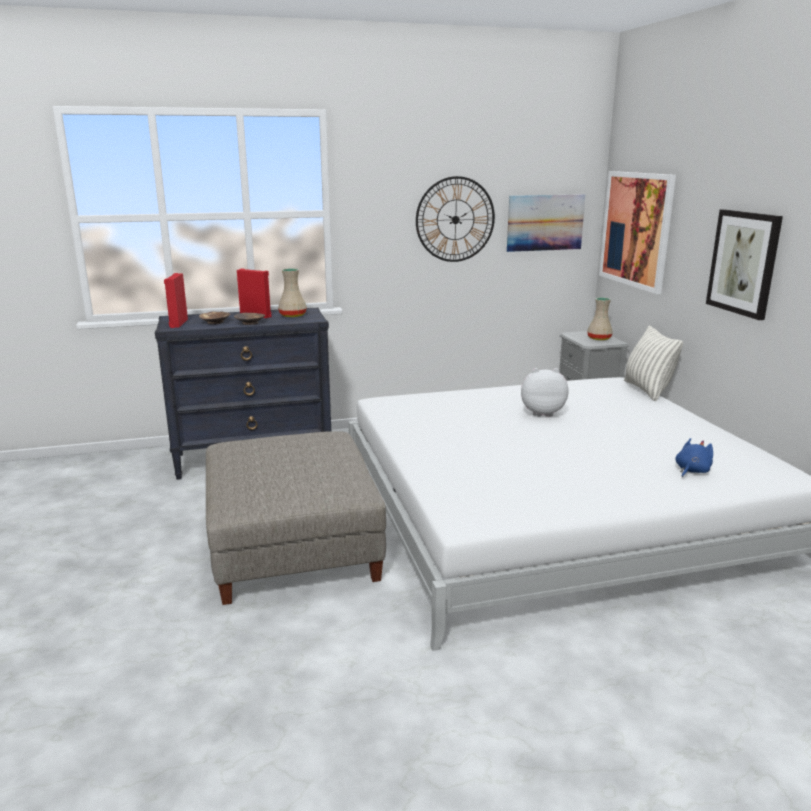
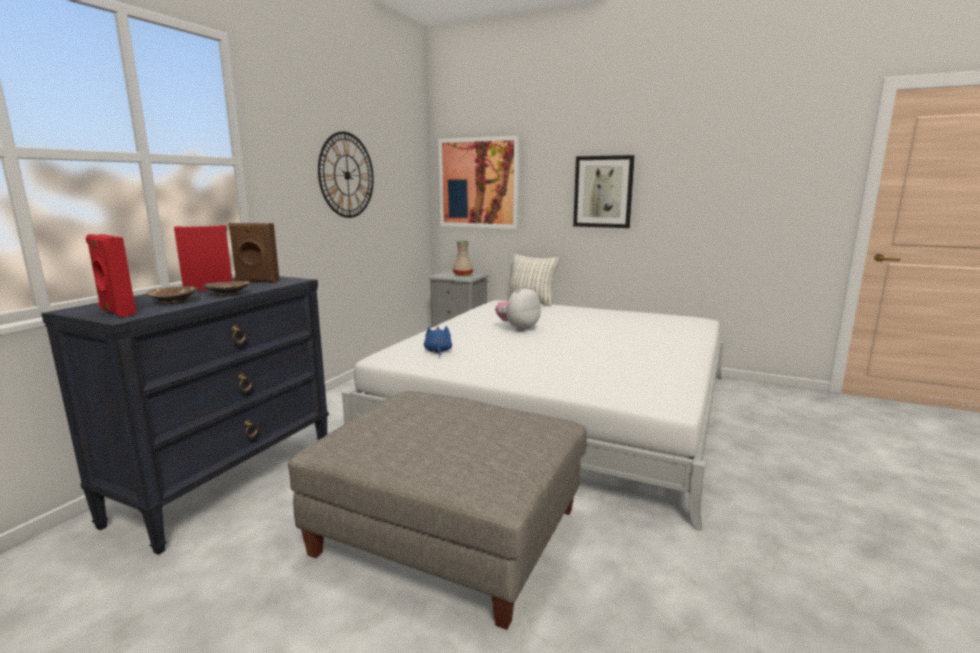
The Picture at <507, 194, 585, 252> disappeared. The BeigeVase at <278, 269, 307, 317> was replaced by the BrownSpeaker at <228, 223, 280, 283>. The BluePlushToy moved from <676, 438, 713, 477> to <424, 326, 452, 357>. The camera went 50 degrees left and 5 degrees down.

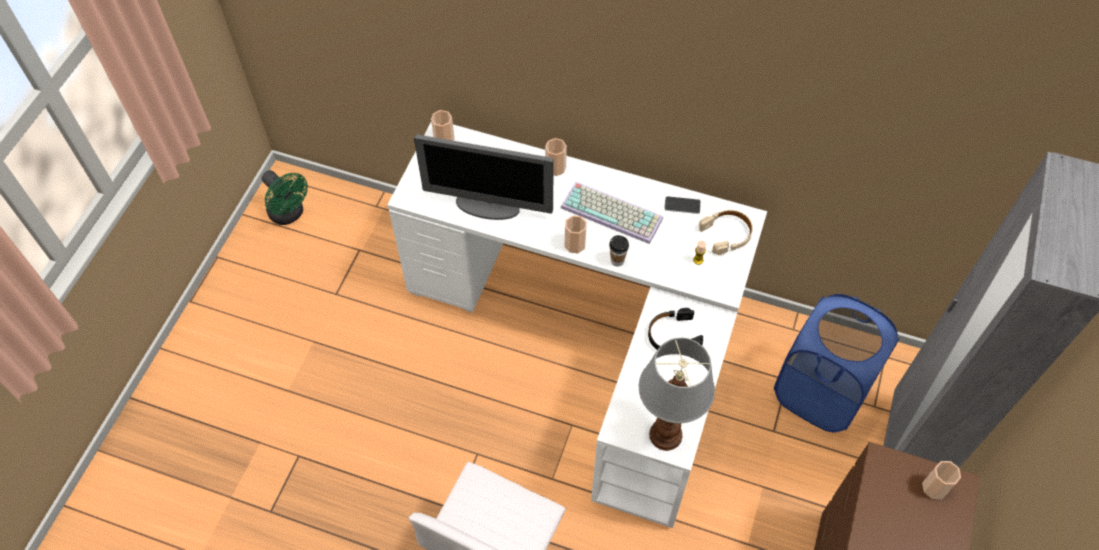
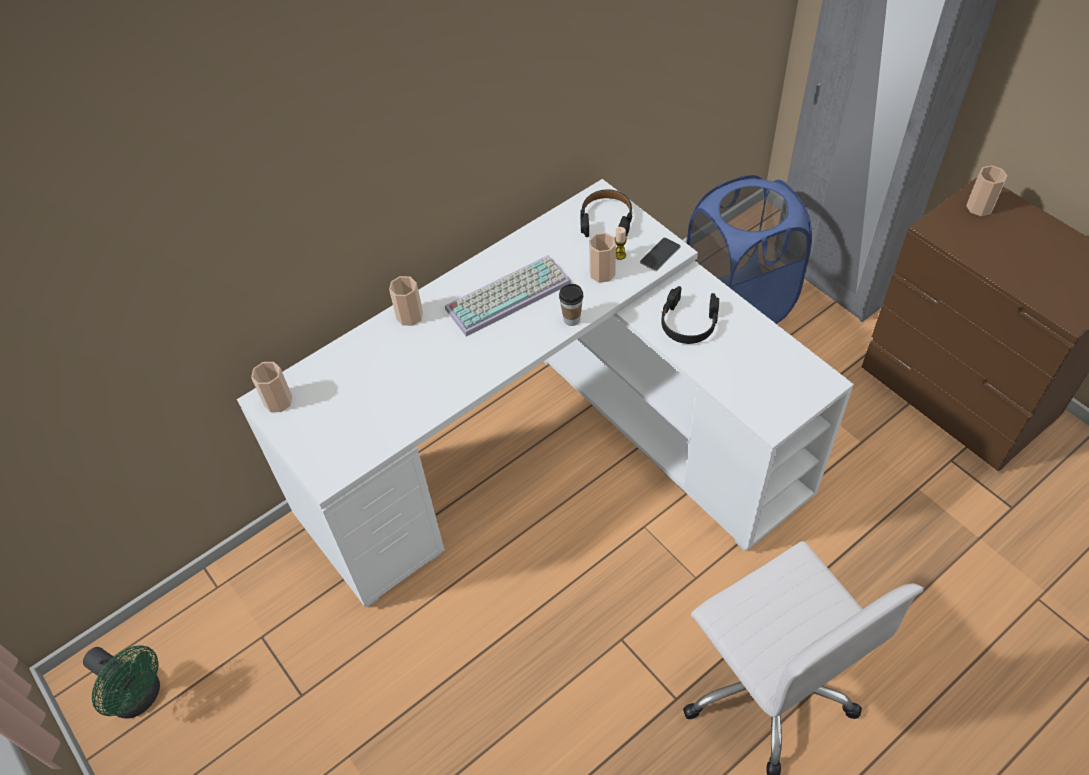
The Monitor at <414, 134, 554, 220> disappeared. The GreenFan at <262, 170, 308, 225> turned 45 degrees clockwise. The Phone moved from <664, 196, 701, 214> to <640, 238, 681, 271>. The BeigeHeadphones at <699, 210, 753, 255> became the BlackHeadphones at <580, 189, 633, 237>. The Cup moved from <564, 215, 587, 253> to <589, 233, 616, 283>. The TableLamp at <639, 338, 715, 451> disappeared. The camera went 55 degrees left and 5 degrees down.

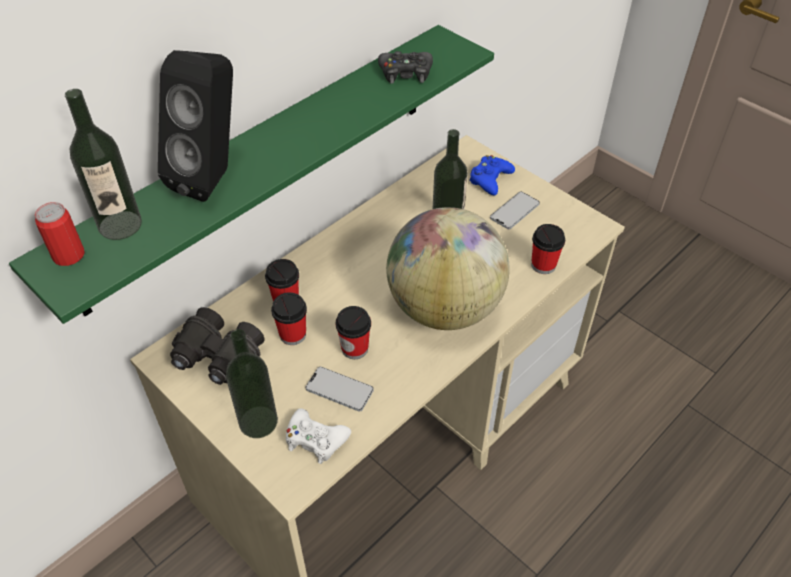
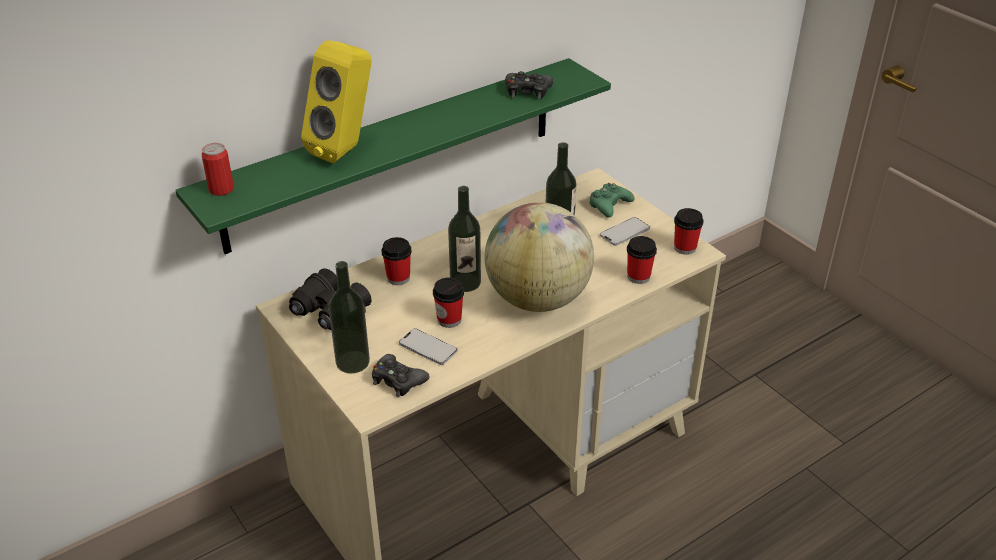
The BlackSpeaker at <158, 50, 233, 202> became the YellowSpeaker at <301, 40, 372, 163>. The Bottle moved from <65, 89, 142, 240> to <448, 186, 481, 292>. The BlueGameController at <469, 155, 515, 195> became the GreenGameController at <589, 183, 635, 218>. The Cup moved from <271, 292, 307, 345> to <674, 208, 703, 255>. The WhiteGameController at <286, 408, 351, 464> became the BlackGameController at <372, 354, 430, 397>. The camera went 10 degrees right and 10 degrees down.

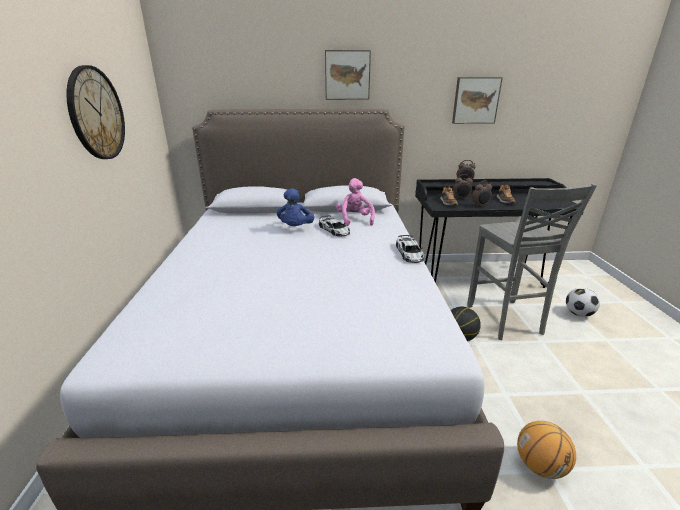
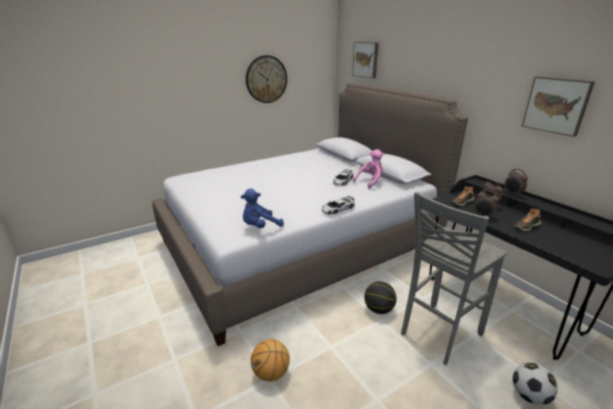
The Picture moved from <325, 50, 371, 100> to <352, 42, 379, 78>. The BluePlushToy moved from <277, 188, 314, 226> to <241, 189, 284, 228>. The camera went 60 degrees right and 0 degrees up.

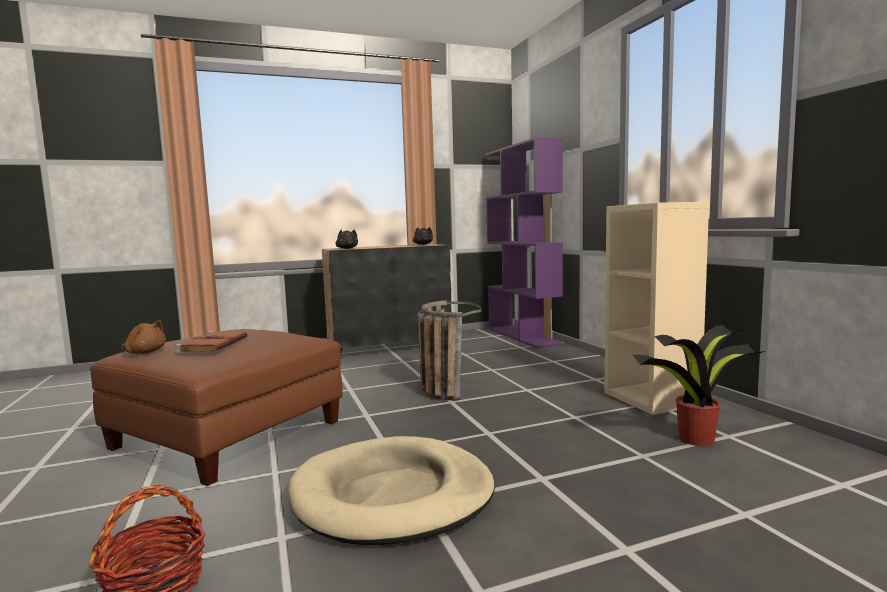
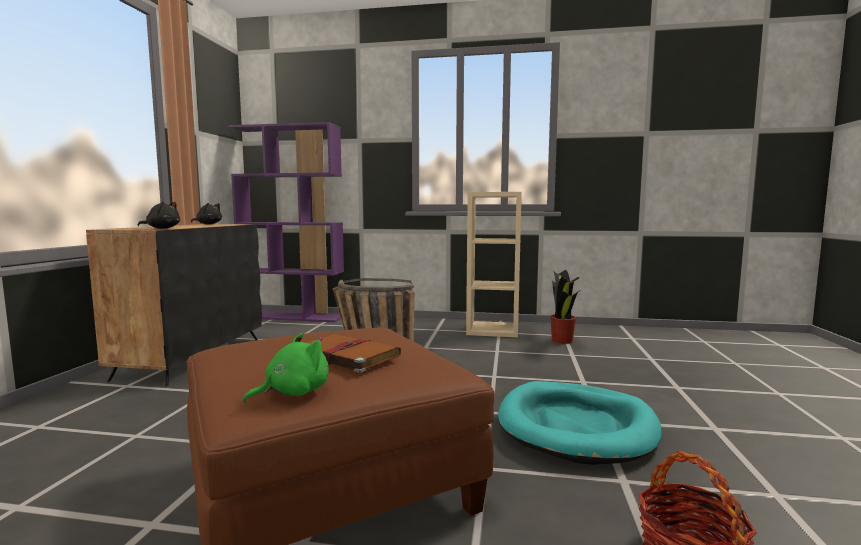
The BrownPlushToy at <121, 320, 166, 354> became the GreenPlushToy at <243, 333, 329, 403>. The BeigeDogBed at <288, 436, 495, 545> became the TurquoiseDogBed at <498, 381, 661, 465>. The camera went 60 degrees left and 0 degrees up.

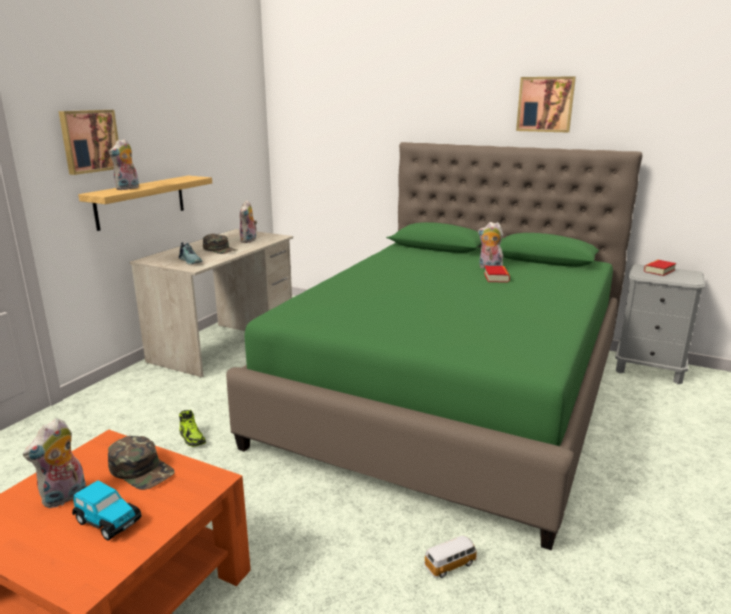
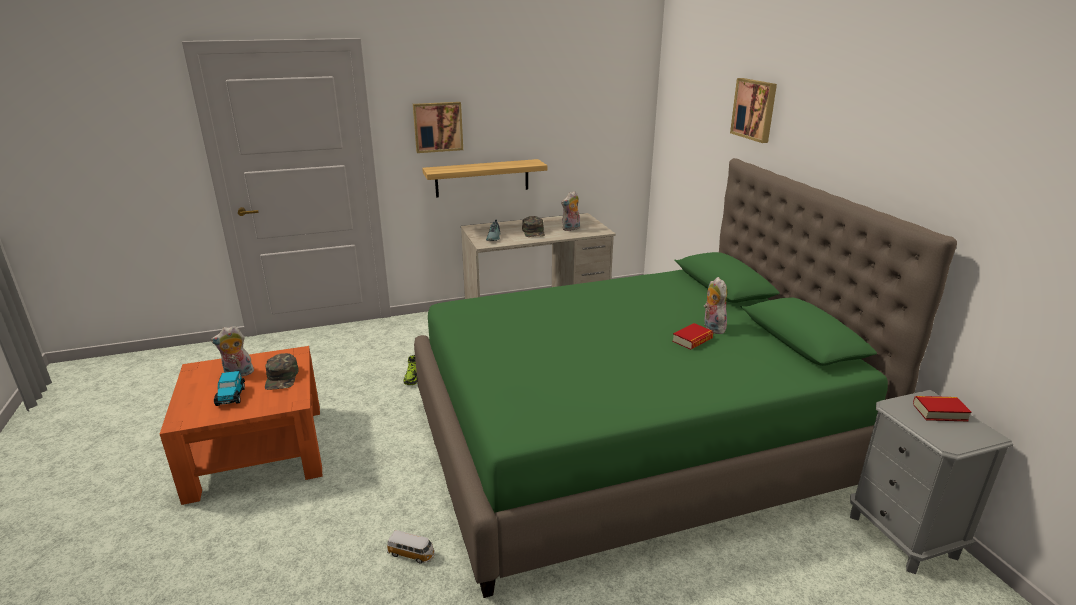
The Picture moved from <516, 76, 576, 132> to <730, 78, 777, 143>. The PlushToy at <109, 139, 139, 190> disappeared. The camera went 45 degrees right and 5 degrees up.

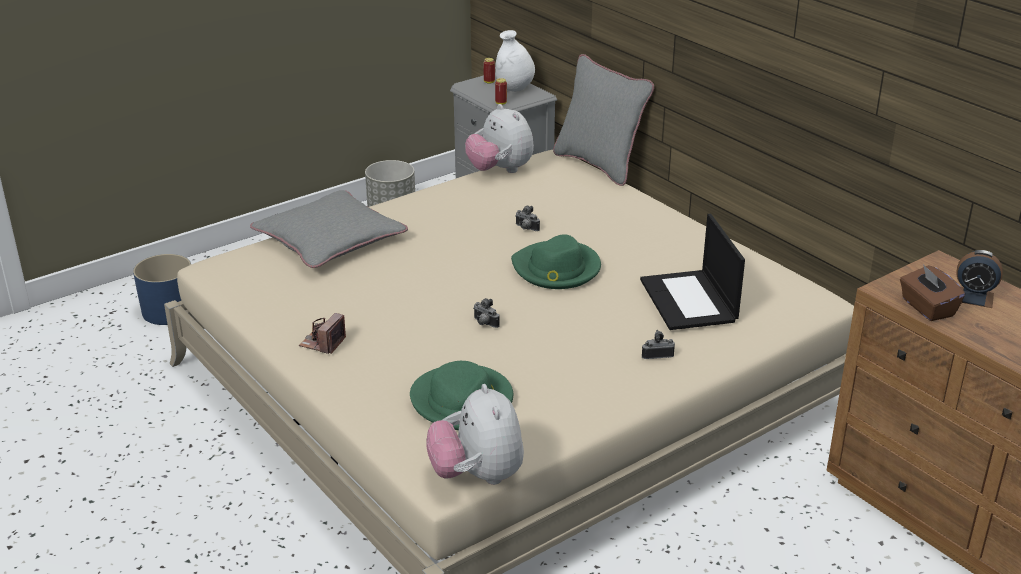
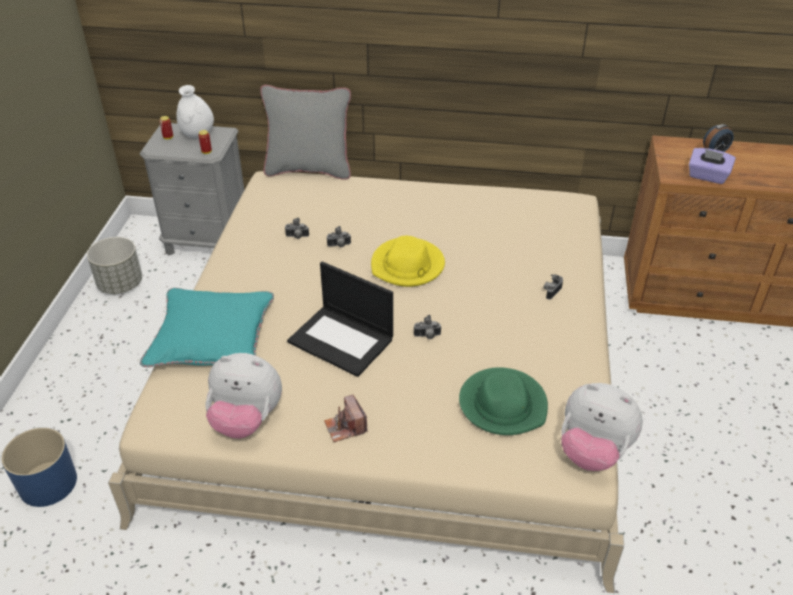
The PlushToy moved from <465, 104, 534, 173> to <205, 353, 282, 439>. The GreyPillow at <250, 190, 408, 268> became the TurquoisePillow at <140, 288, 274, 367>. The Laptop moved from <640, 214, 745, 330> to <287, 262, 393, 377>. The GreenHat at <511, 234, 601, 289> became the YellowHat at <371, 236, 445, 287>. The BrownTissueBox at <900, 264, 965, 321> became the PurpleTissueBox at <689, 148, 736, 184>. The PhotoCamera at <285, 218, 309, 239> appeared. The camera went 45 degrees left and 10 degrees up.

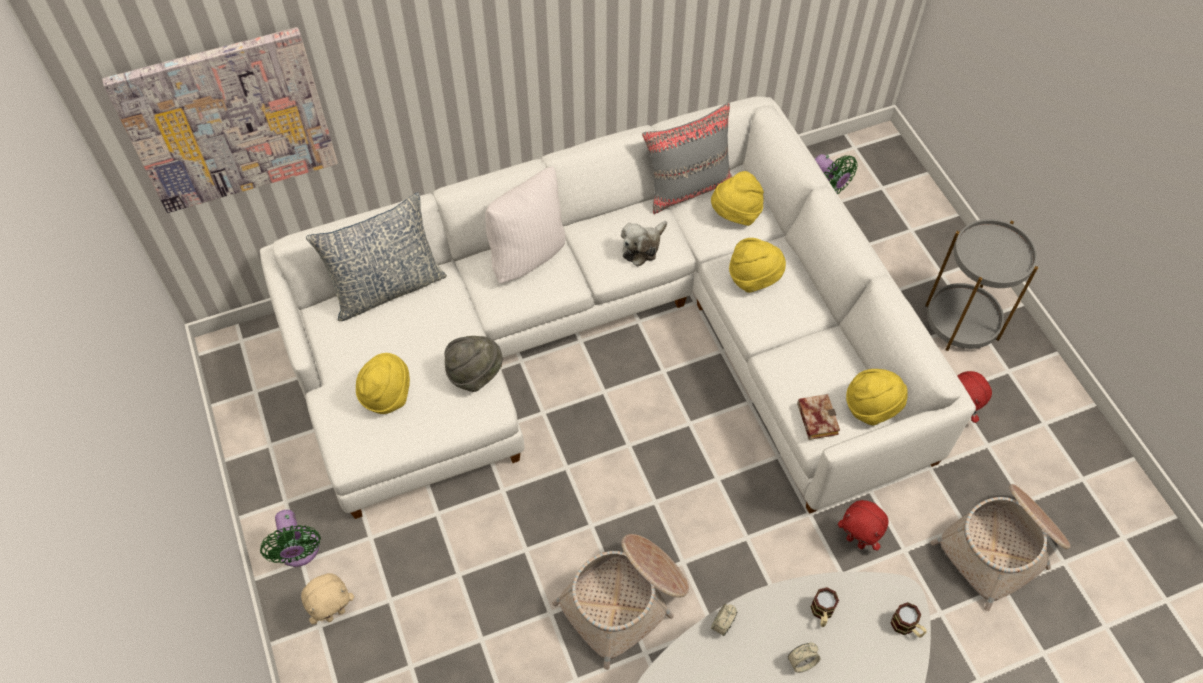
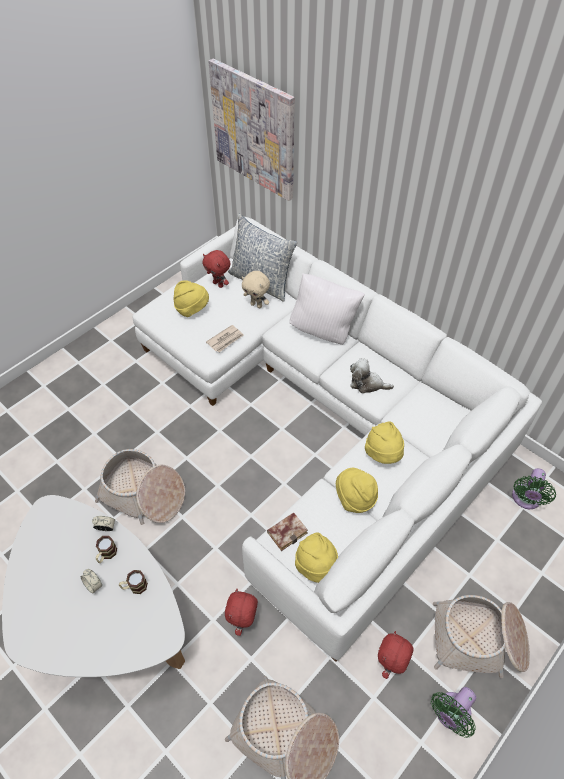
The GreyPillow at <642, 103, 732, 214> disappeared. The YellowHat moved from <711, 171, 764, 226> to <336, 468, 378, 513>. The GreySideTable at <925, 219, 1038, 351> was replaced by the Basket at <433, 595, 530, 678>. The GreyHat at <445, 336, 502, 392> was replaced by the Newspaper at <206, 325, 244, 352>. The GreenFan moved from <260, 510, 321, 567> to <431, 687, 476, 738>. The BeigePlushToy moved from <301, 573, 354, 624> to <242, 271, 270, 308>. The Mug moved from <891, 602, 926, 637> to <96, 536, 117, 563>. The RedPlushToy at <203, 250, 230, 288> appeared. The camera went 65 degrees right and 5 degrees down.

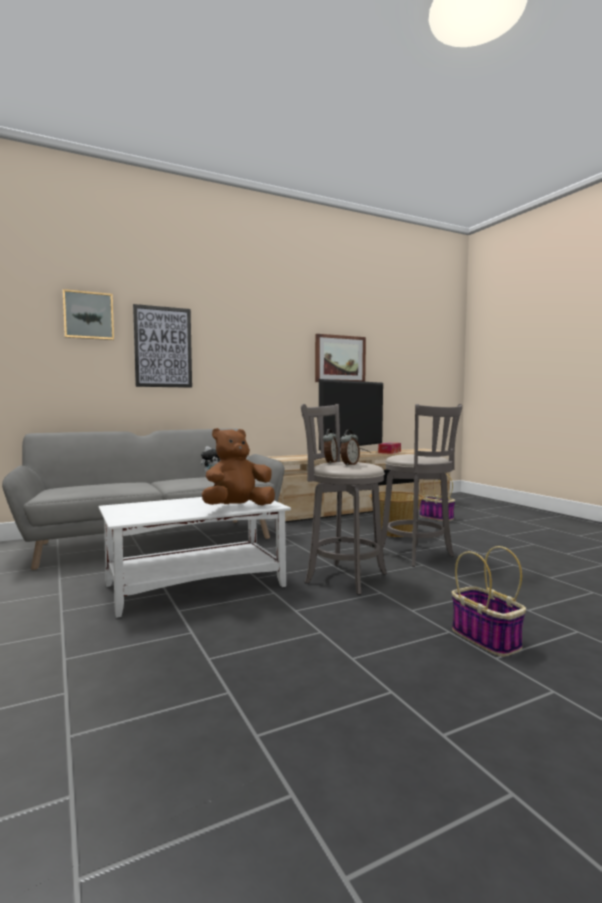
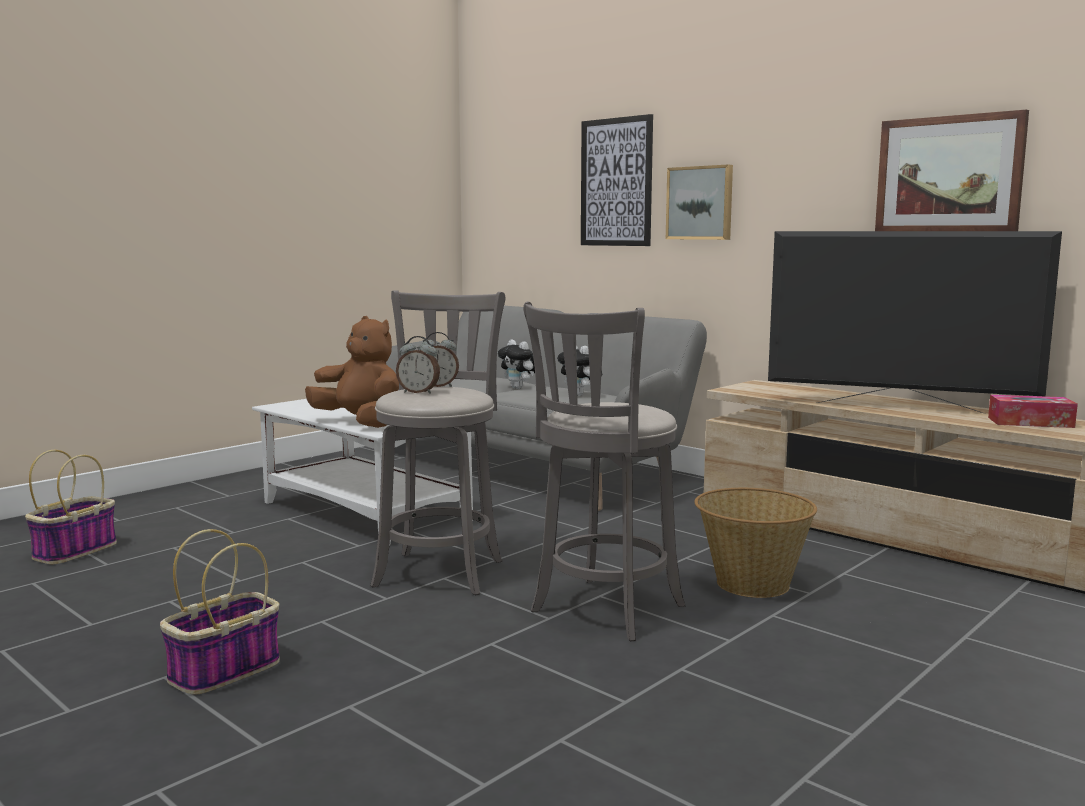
The Picture moved from <63, 289, 114, 340> to <666, 165, 733, 240>. The Basket moved from <420, 474, 455, 521> to <25, 450, 117, 564>. The PlushToy at <498, 340, 535, 389> appeared. The camera went 70 degrees right and 5 degrees up.

